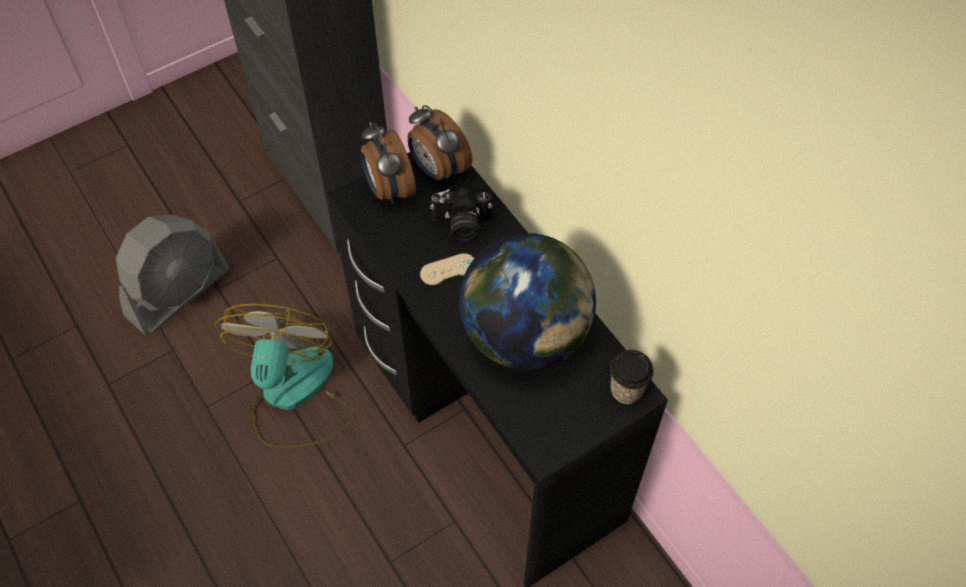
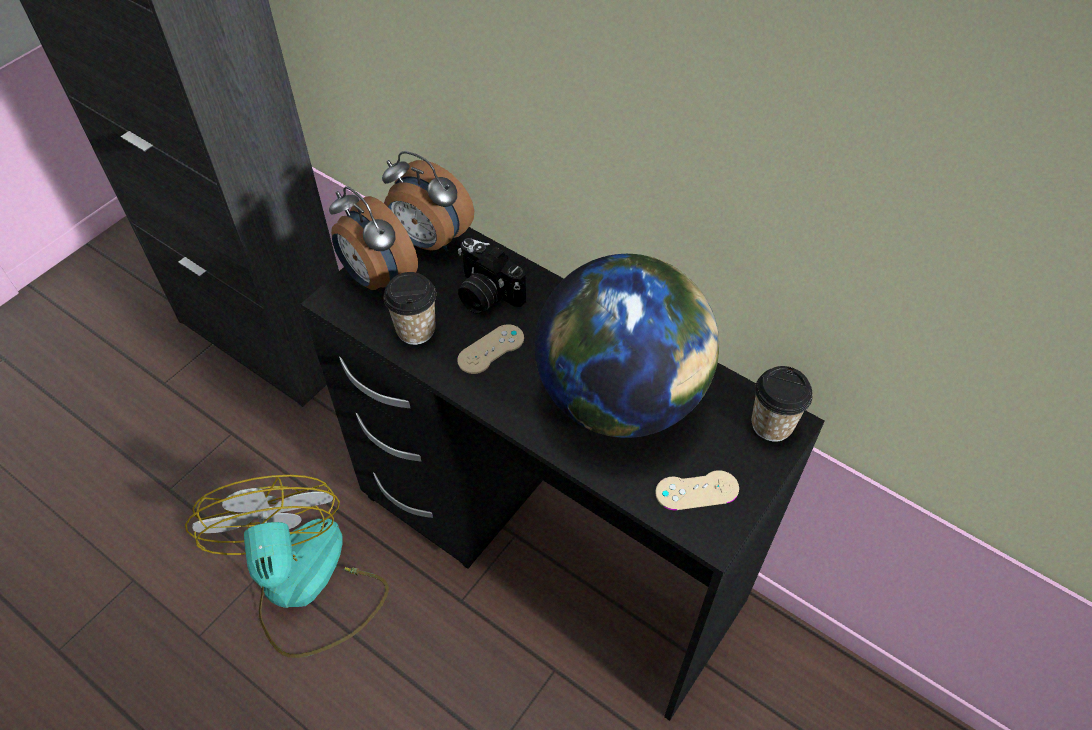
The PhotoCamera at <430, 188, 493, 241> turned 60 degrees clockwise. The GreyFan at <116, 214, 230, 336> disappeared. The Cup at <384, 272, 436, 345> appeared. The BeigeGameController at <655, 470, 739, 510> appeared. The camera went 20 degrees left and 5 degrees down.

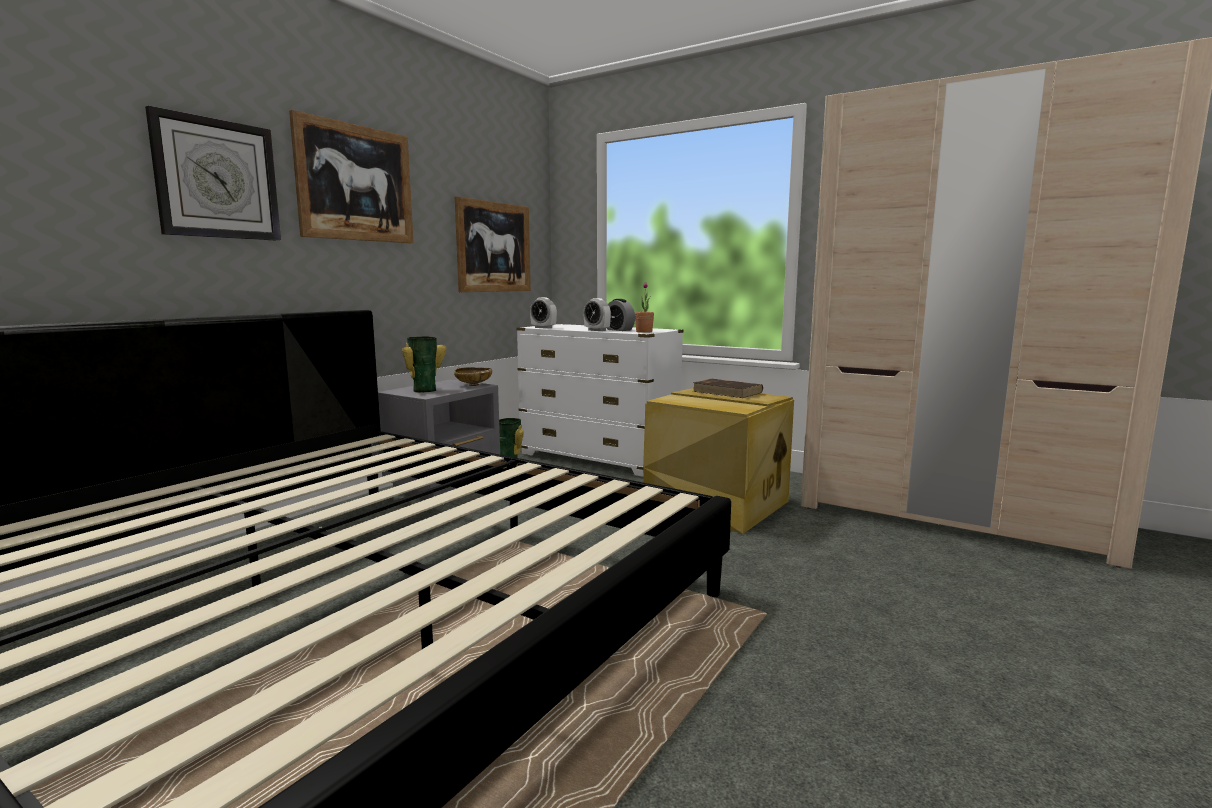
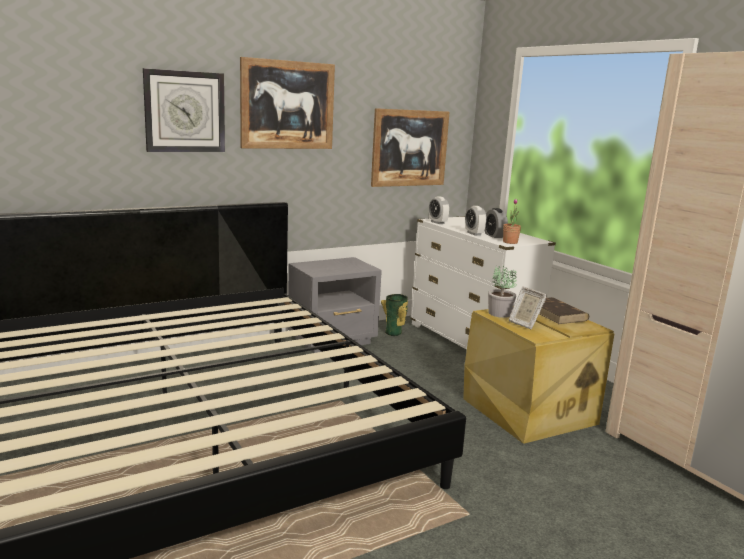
The Vase at <402, 336, 447, 392> disappeared. The BeigeBowl at <454, 367, 492, 386> disappeared. The PottedPlant at <488, 266, 517, 318> appeared. The PictureFrame at <509, 287, 547, 329> appeared. The camera went 25 degrees right and 5 degrees up.

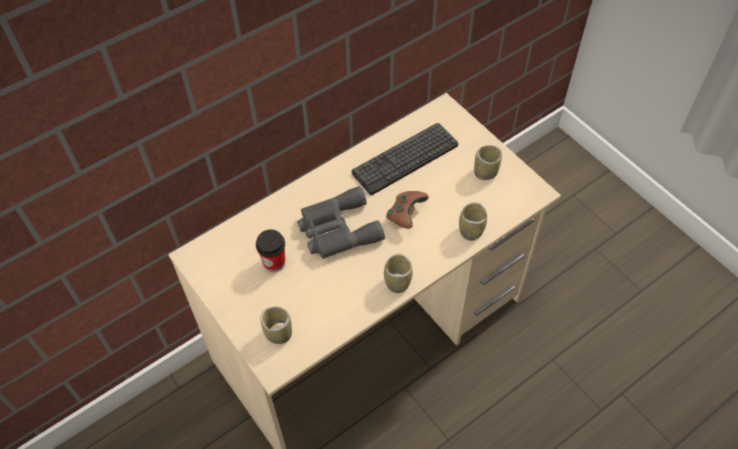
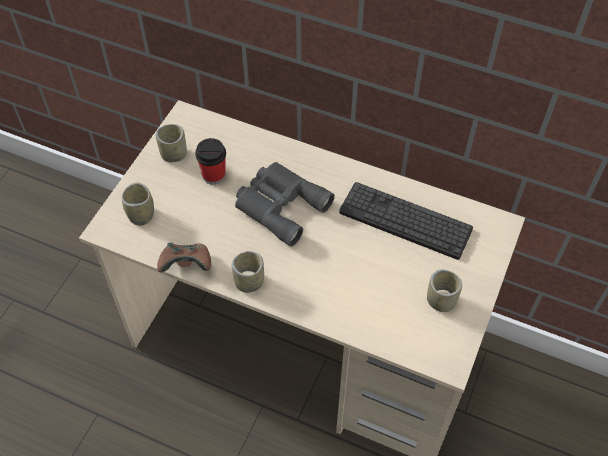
The BrownGameController moved from <386, 191, 429, 229> to <157, 243, 211, 273>. The Cup moved from <459, 202, 487, 241> to <155, 124, 187, 162>. The camera went 60 degrees right and 0 degrees up.

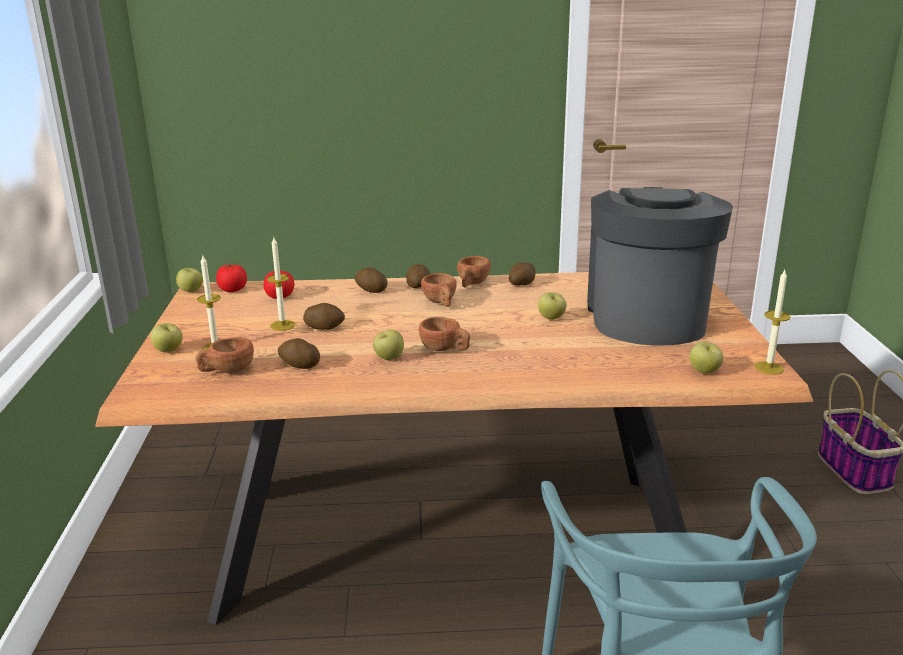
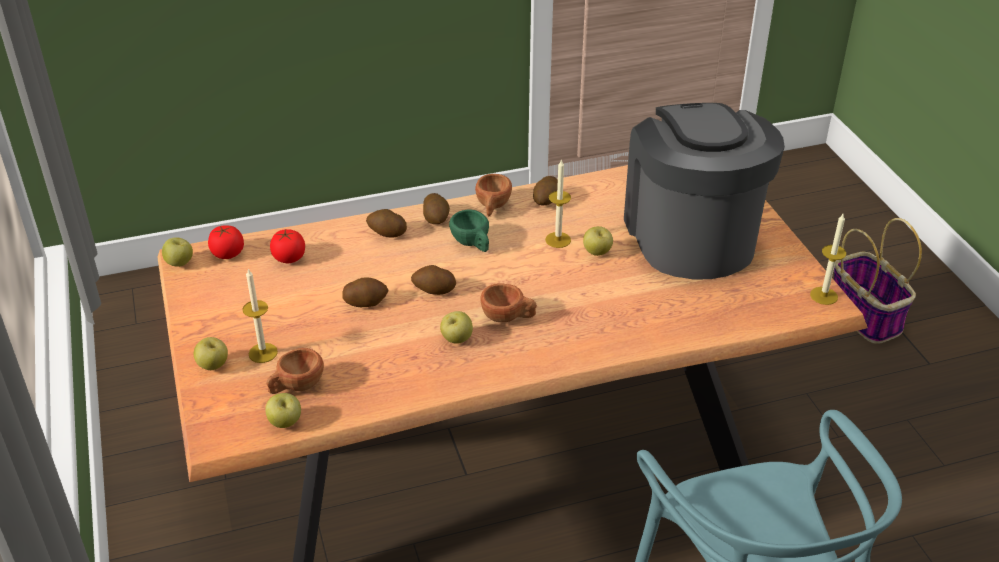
The Candle moved from <267, 237, 295, 331> to <545, 159, 571, 248>. The BrownCup at <421, 273, 457, 307> became the GreenCup at <449, 209, 489, 252>. The Potato moved from <278, 338, 320, 369> to <411, 265, 456, 295>. The Apple moved from <690, 342, 723, 374> to <265, 393, 301, 428>. The camera went 15 degrees left and 15 degrees up.

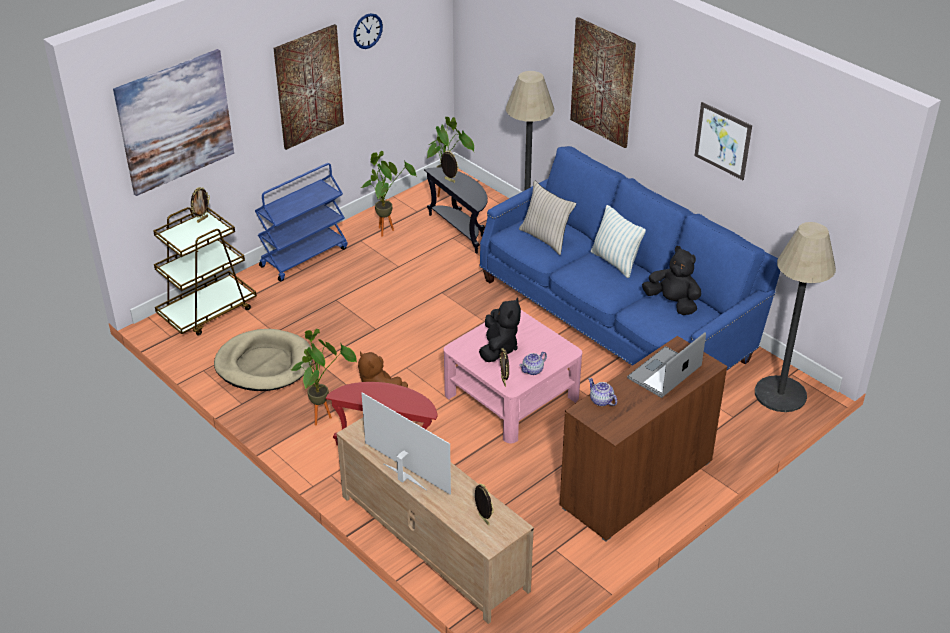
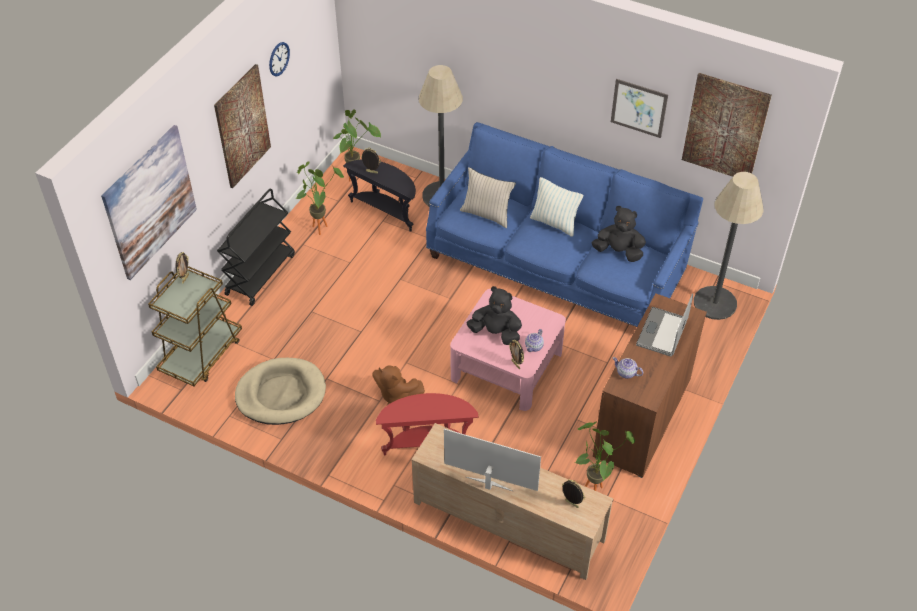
The Picture moved from <570, 17, 636, 148> to <682, 73, 772, 177>. The BlueCart at <255, 163, 348, 282> became the BlackCart at <217, 189, 295, 306>. The BlackPlushToy at <479, 297, 521, 362> turned 60 degrees counterclockwise. The PottedPlant moved from <291, 329, 357, 426> to <575, 421, 635, 491>. The camera went 20 degrees left and 10 degrees up.

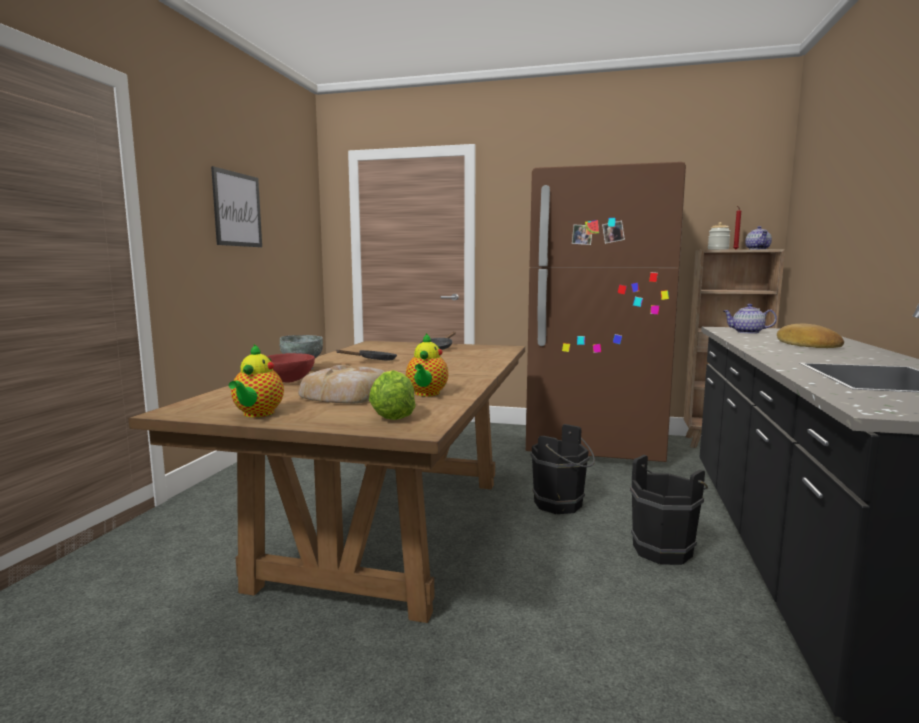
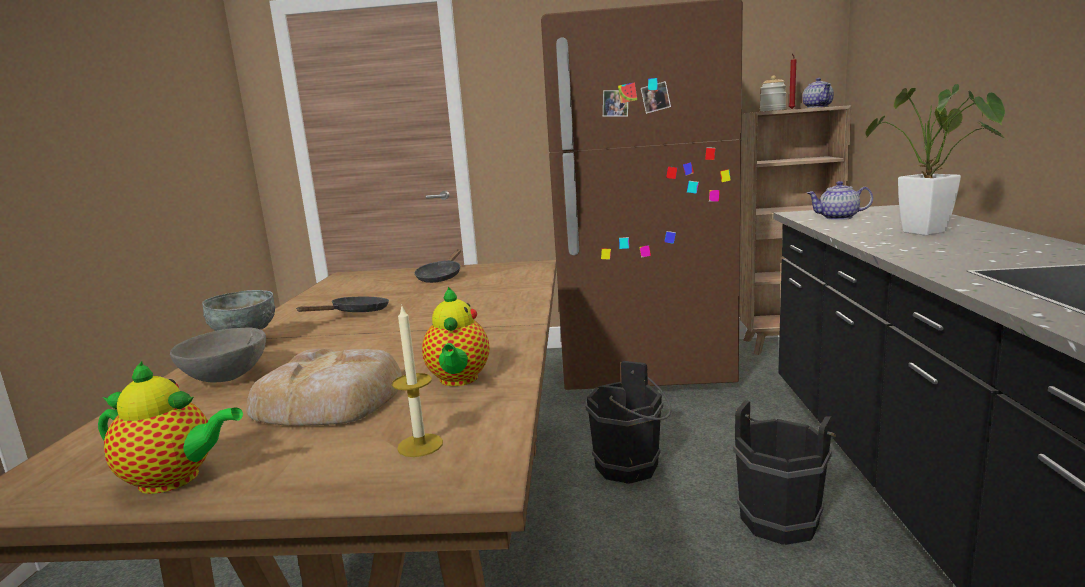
The Picture at <211, 166, 262, 247> disappeared. The Bread at <777, 324, 844, 348> was replaced by the PottedPlant at <865, 84, 1007, 236>. The Teapot at <228, 344, 284, 417> turned 75 degrees counterclockwise. The RedBowl at <267, 353, 315, 382> became the GreyBowl at <170, 327, 266, 382>. The Lettuce at <369, 370, 416, 420> was replaced by the Candle at <392, 304, 443, 457>. The camera went 10 degrees left and 5 degrees up.

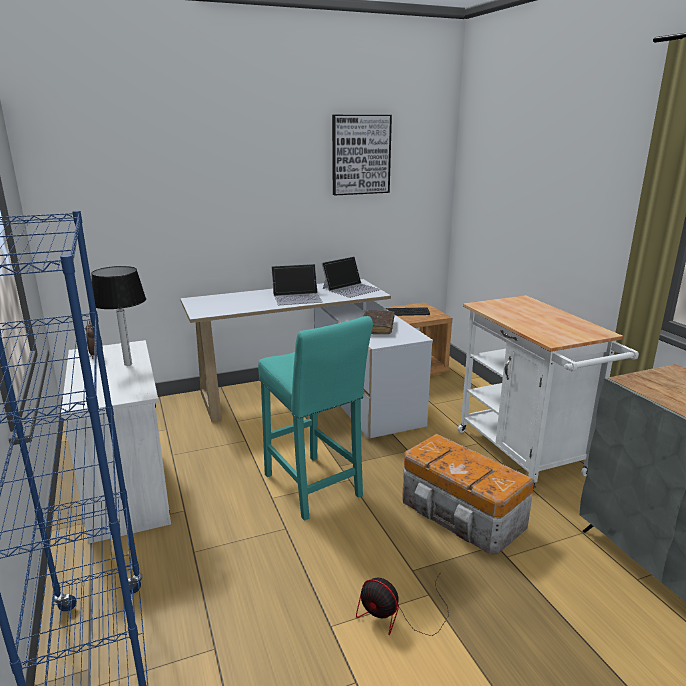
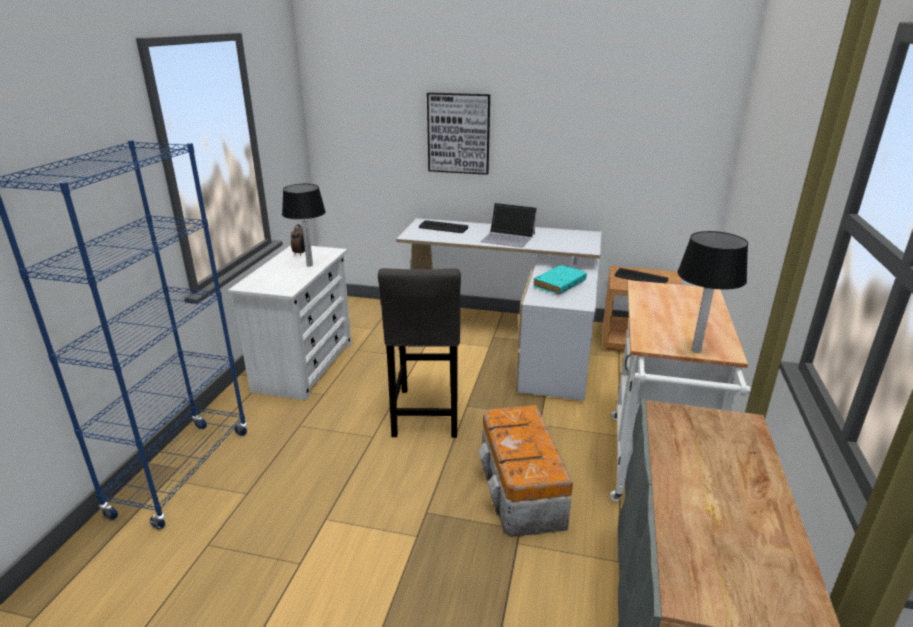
The Picture moved from <332, 115, 392, 195> to <427, 92, 490, 175>. The Laptop at <322, 256, 380, 298> disappeared. The BrownBook at <363, 310, 395, 334> became the TurquoiseBook at <533, 265, 587, 294>. The TurquoiseStool at <258, 316, 373, 521> became the GreyStool at <378, 268, 461, 438>. The Fan at <356, 574, 449, 636> disappeared. The Keyboard at <419, 220, 468, 233> appeared. The TableLamp at <677, 231, 748, 353> appeared. The camera went 35 degrees right and 5 degrees up.

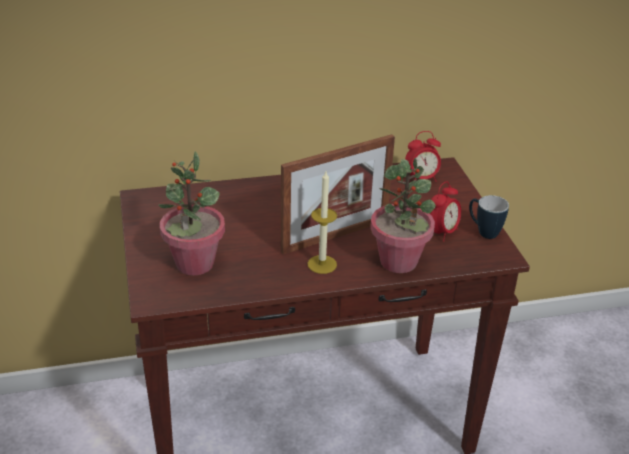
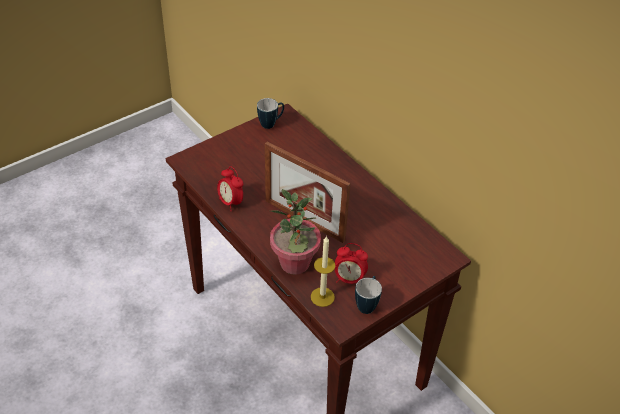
The AlarmClock moved from <405, 131, 441, 182> to <217, 167, 243, 211>. The PottedPlant at <158, 151, 225, 275> disappeared. The Candle moved from <308, 171, 337, 274> to <311, 236, 335, 307>. The Mug at <257, 98, 284, 129> appeared. The camera went 65 degrees right and 10 degrees up.

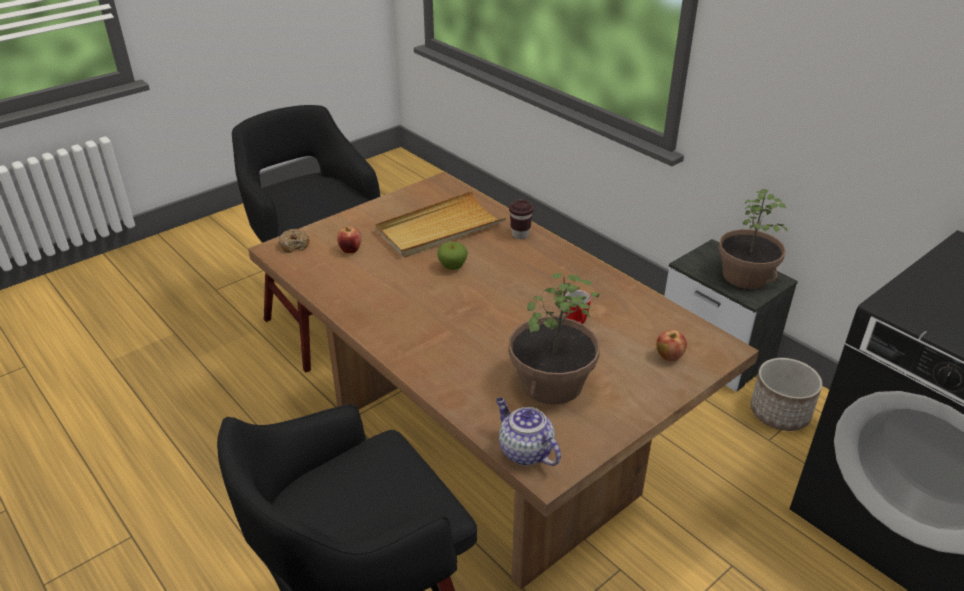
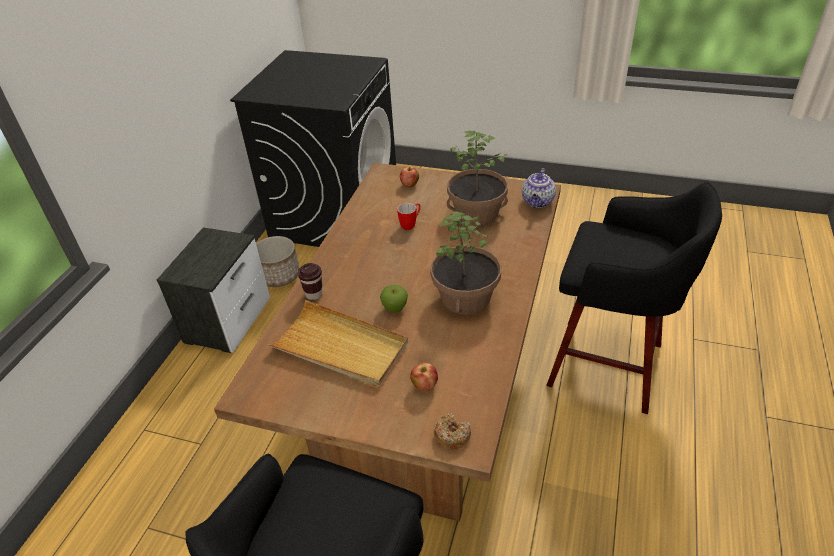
The PottedPlant moved from <718, 189, 788, 289> to <430, 211, 501, 315>. The camera went 120 degrees left and 5 degrees up.

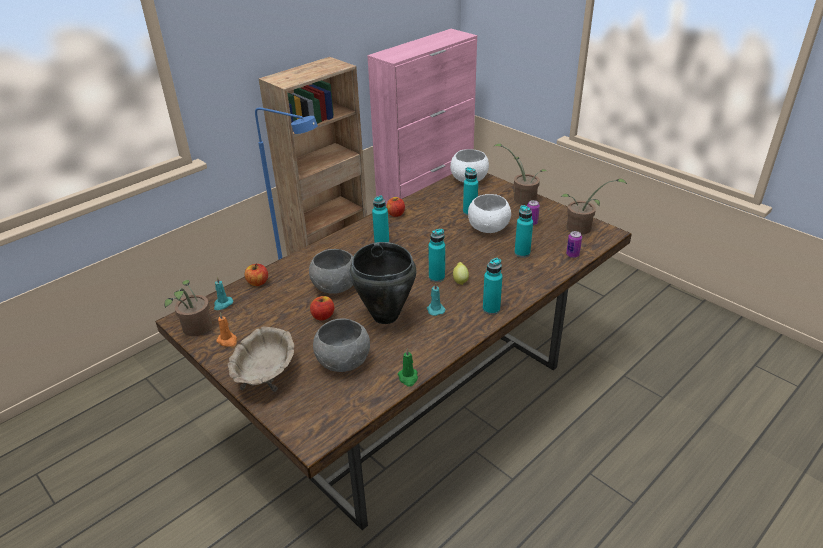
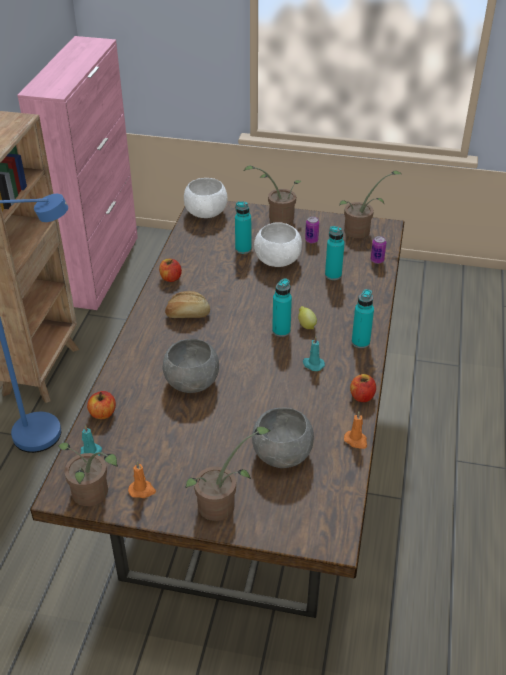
The TurquoiseBottle at <372, 195, 389, 243> was replaced by the Bread at <165, 291, 210, 318>. The BlackCookingPot at <350, 242, 416, 324> disappeared. The Apple moved from <310, 296, 334, 321> to <350, 374, 376, 402>. The BeigeBowl at <228, 326, 294, 392> was replaced by the PottedPlant at <185, 426, 270, 521>. The GreenCandle at <398, 348, 418, 387> became the OrangeCandle at <344, 412, 367, 449>. The camera went 35 degrees left and 5 degrees up.

